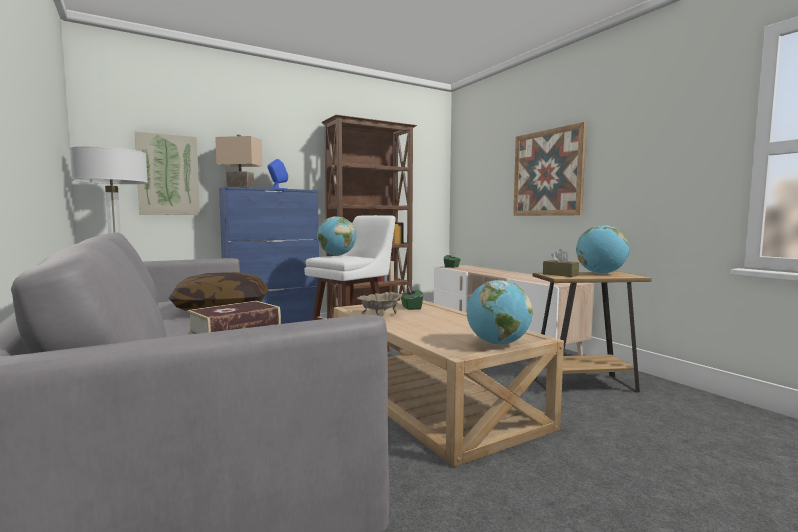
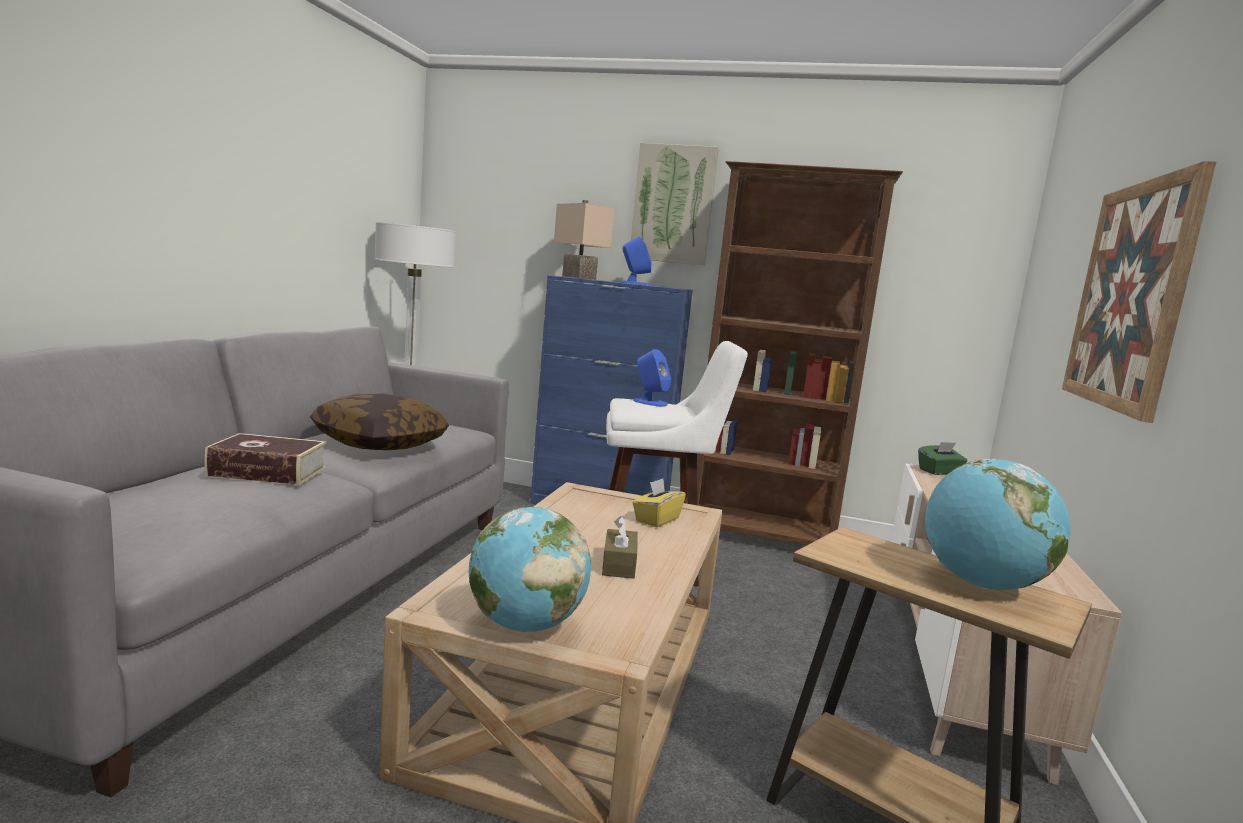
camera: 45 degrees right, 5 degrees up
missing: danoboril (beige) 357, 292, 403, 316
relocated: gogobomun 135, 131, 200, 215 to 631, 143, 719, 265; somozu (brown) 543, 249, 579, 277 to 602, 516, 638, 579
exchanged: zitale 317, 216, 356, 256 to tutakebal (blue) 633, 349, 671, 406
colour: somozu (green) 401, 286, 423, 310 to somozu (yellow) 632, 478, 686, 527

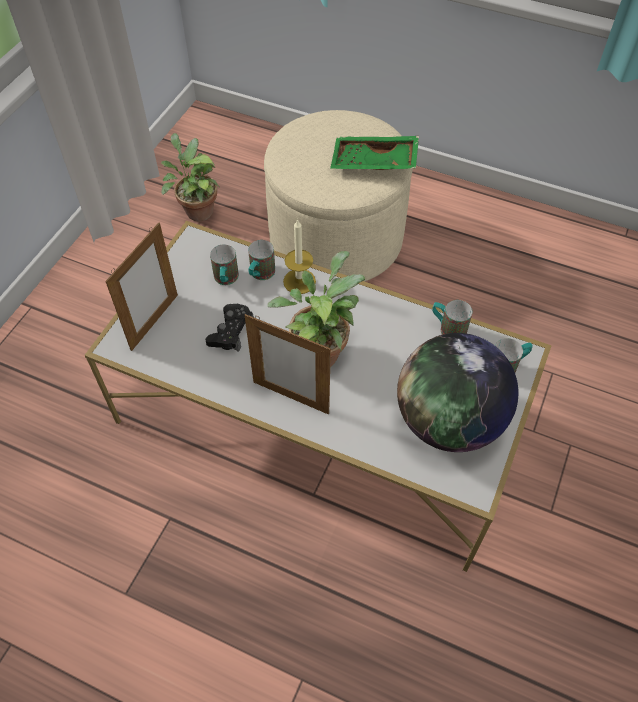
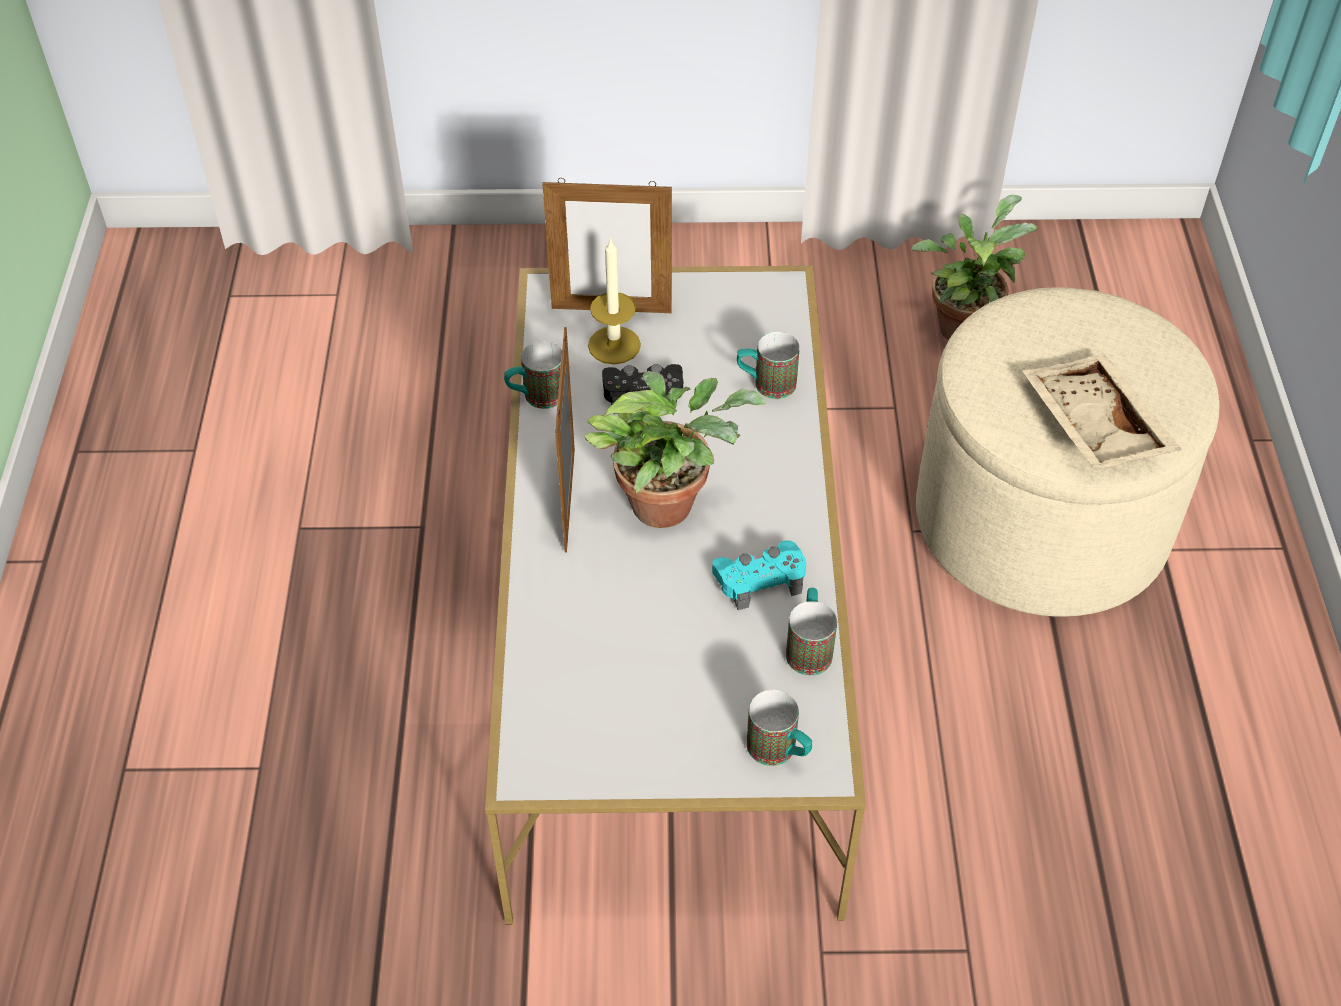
camera: 65 degrees right, 5 degrees down
missing: zitale 397, 333, 519, 452
appeared: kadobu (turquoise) 712, 540, 806, 610
relocated: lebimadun 283, 219, 316, 294 to 588, 237, 641, 364; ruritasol 210, 244, 239, 285 to 504, 341, 562, 409
colour: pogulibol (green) 330, 136, 419, 170 to pogulibol (beige) 1023, 354, 1182, 470

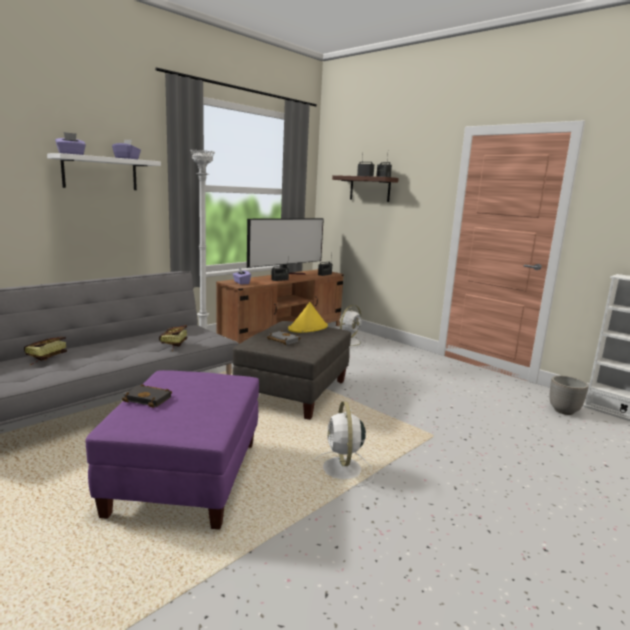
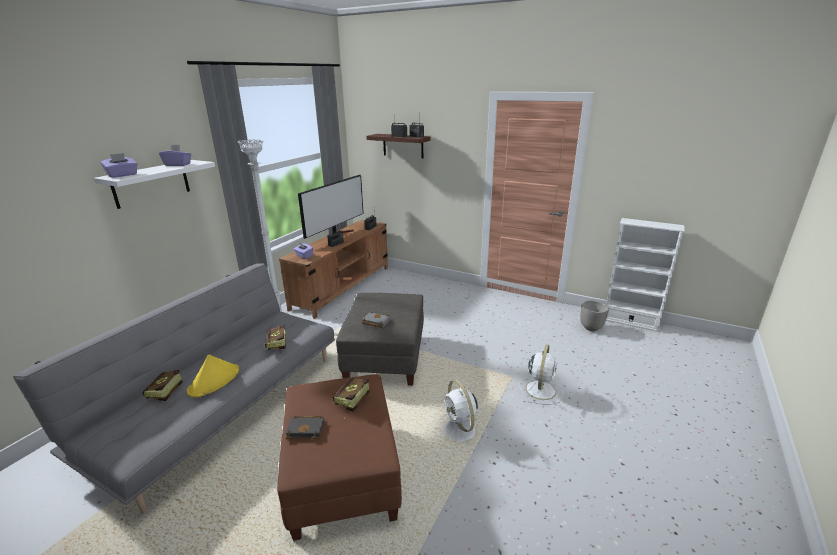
camera: 15 degrees left, 10 degrees up
appeared: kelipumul 332, 378, 370, 419
relocated: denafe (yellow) 288, 302, 328, 333 to 187, 355, 239, 397; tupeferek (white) 340, 305, 367, 347 to 519, 344, 563, 404
colour: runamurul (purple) 85, 370, 259, 530 to runamurul (brown) 277, 374, 402, 541

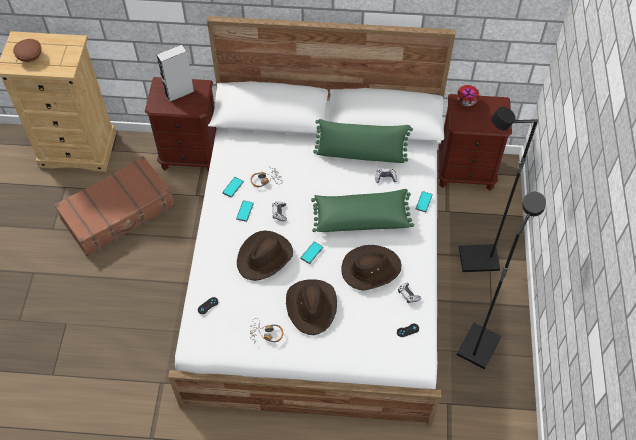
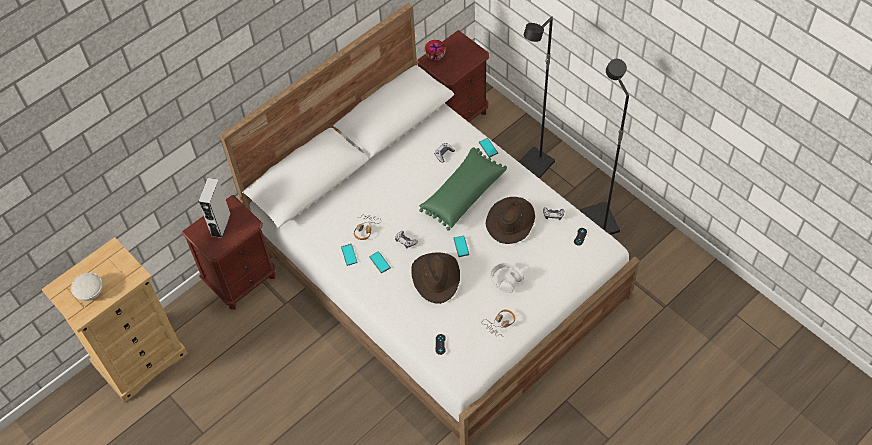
camera: 45 degrees left, 0 degrees up
missing: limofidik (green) 313, 119, 413, 163; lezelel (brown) 54, 156, 175, 256
exchanged: denafe (brown) 286, 279, 337, 335 to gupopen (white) 490, 263, 524, 293
colour: danoboril (brown) 13, 39, 42, 62 to danoboril (white) 71, 273, 103, 301

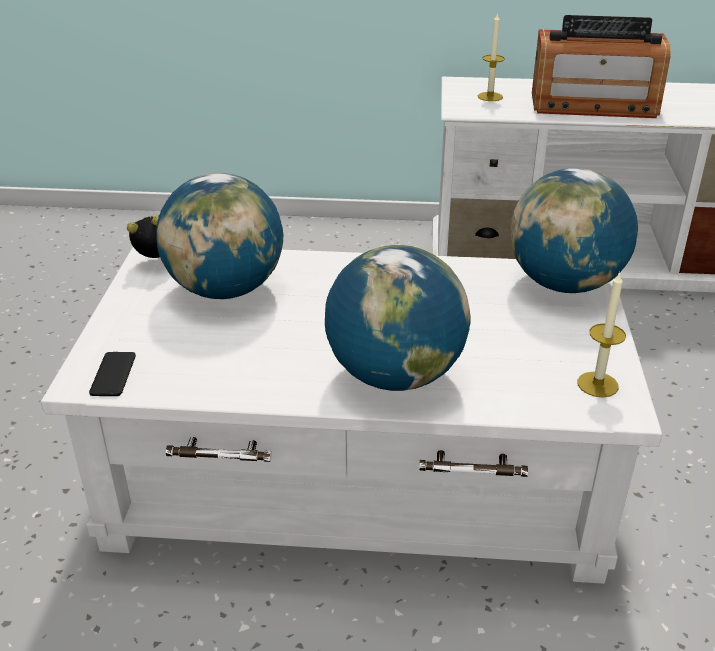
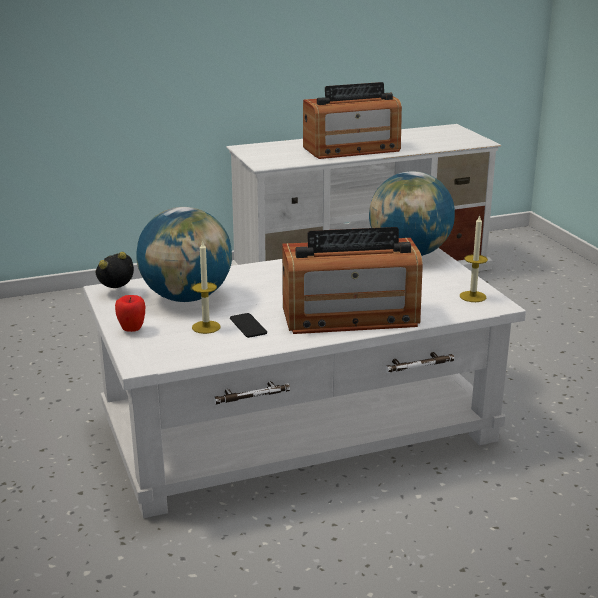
camera: 25 degrees left, 10 degrees down
appeared: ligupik 115, 295, 145, 332
relocated: lebimadun 478, 12, 505, 101 to 192, 240, 220, 334; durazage 89, 352, 136, 396 to 230, 313, 267, 338
exchanged: zitale 325, 245, 470, 391 to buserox 282, 227, 423, 334

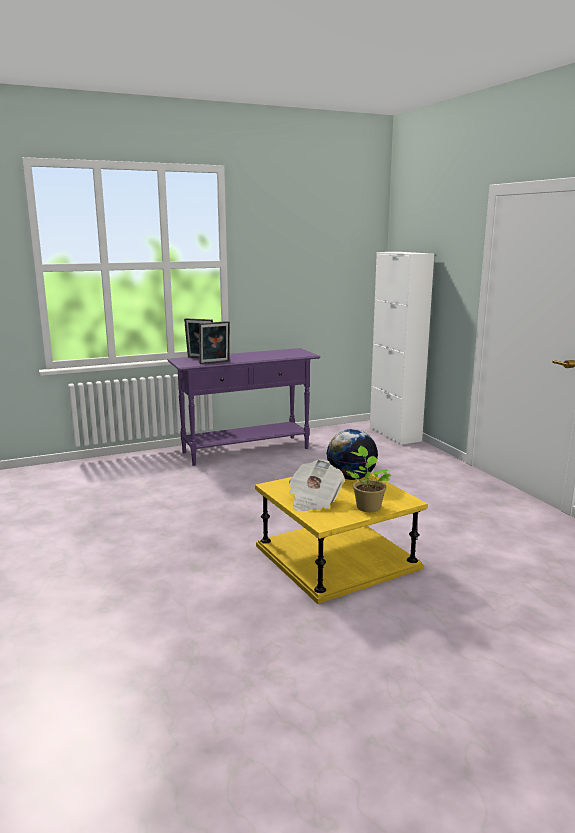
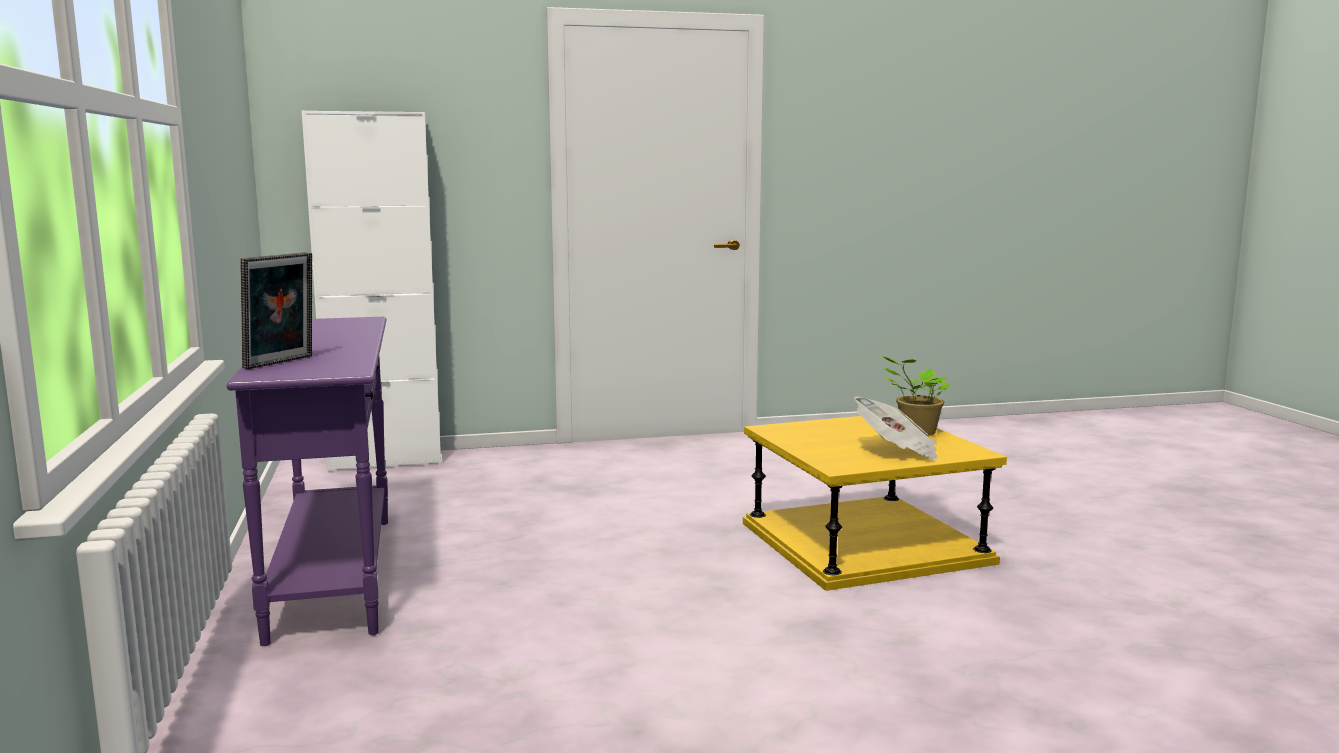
camera: 80 degrees left, 5 degrees down
missing: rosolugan 199, 321, 230, 364; zitale 327, 429, 378, 480

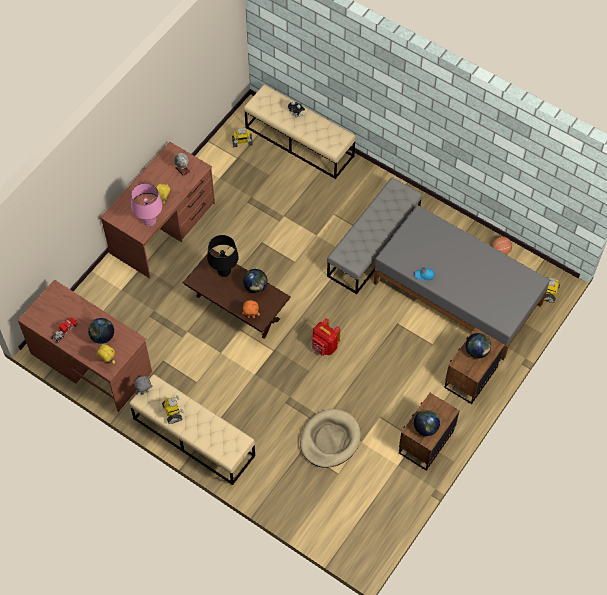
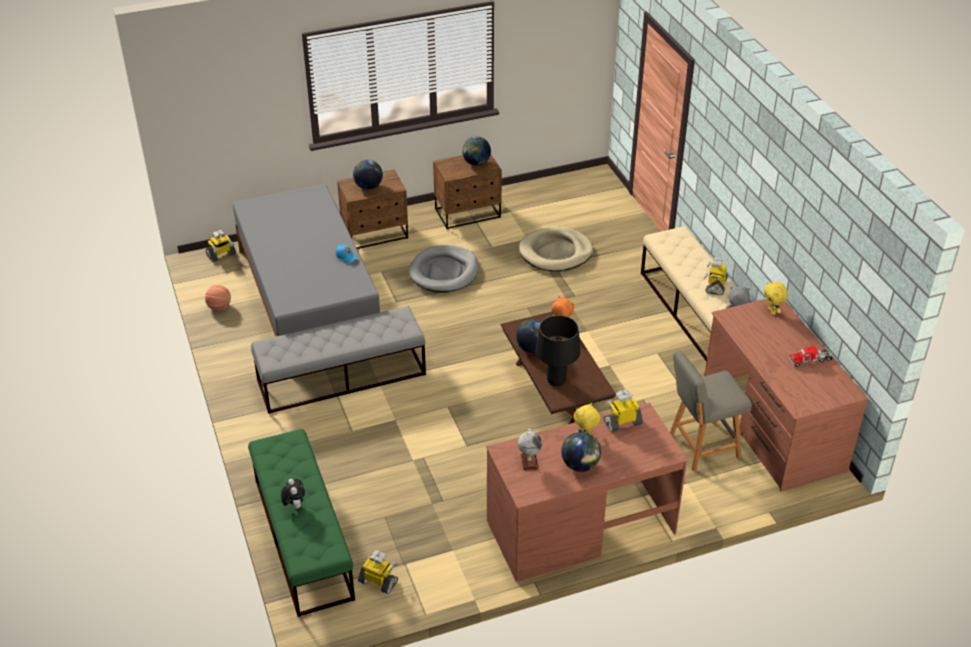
camera: 145 degrees left, 20 degrees down
missing: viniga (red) 312, 318, 341, 356
appeared: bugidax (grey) 409, 245, 478, 293; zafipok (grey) 670, 351, 752, 471
relocated: zitale 88, 318, 114, 344 to 561, 432, 601, 472
exchanged: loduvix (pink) 131, 183, 163, 227 to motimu 604, 390, 643, 432
colour: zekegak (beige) 244, 85, 356, 179 to zekegak (green) 248, 429, 355, 617

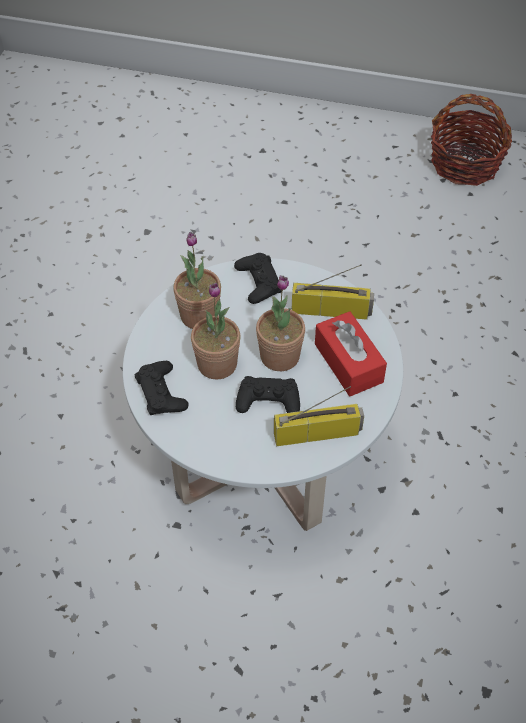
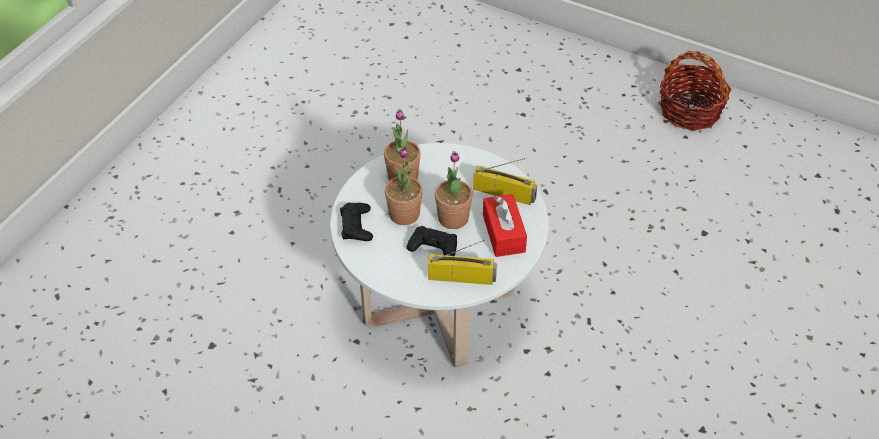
camera: 15 degrees right, 5 degrees down
missing: kadobu (black) 234, 253, 282, 304

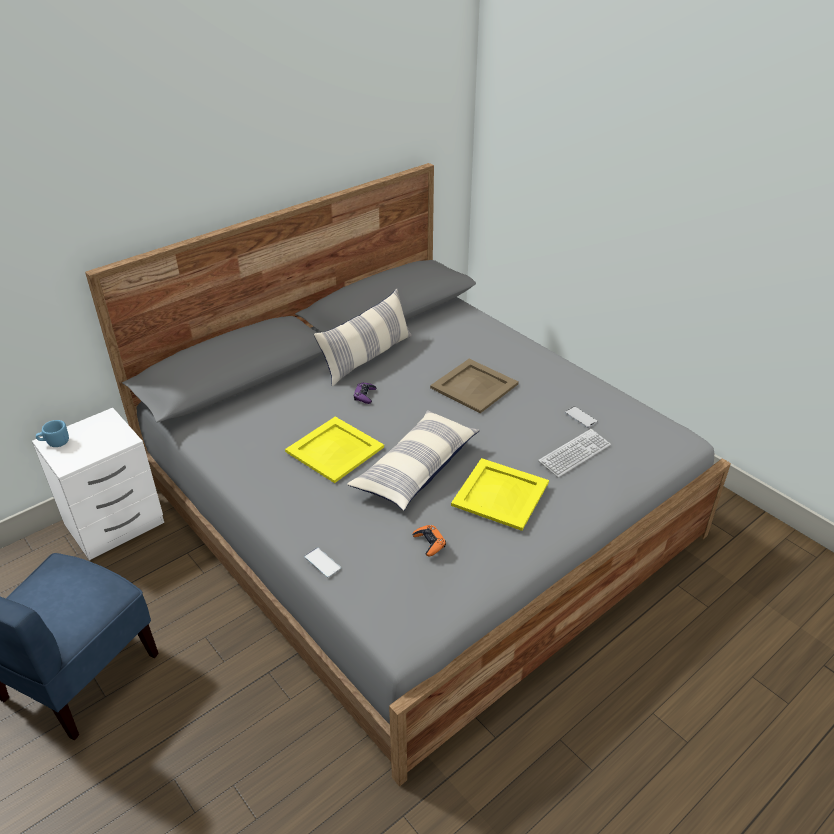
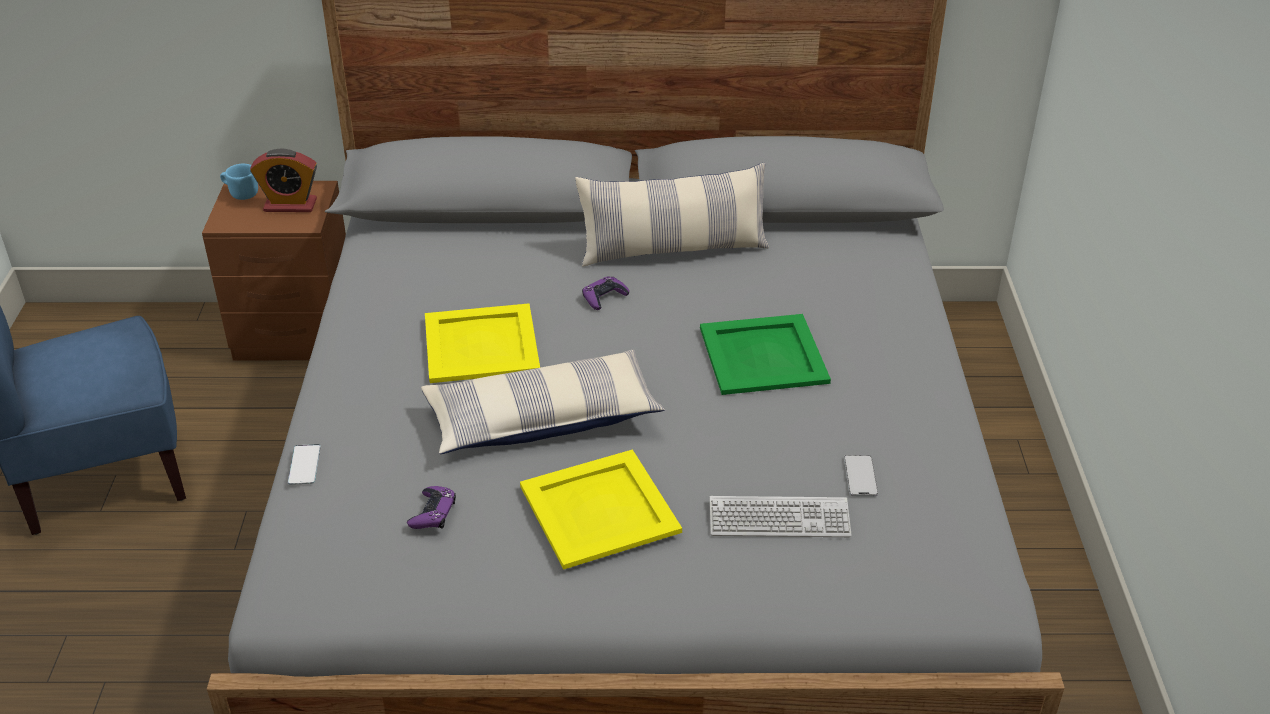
camera: 40 degrees right, 0 degrees up
appeared: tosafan 250, 148, 317, 212
colour: pogulibol (beige) 430, 359, 519, 413 to pogulibol (green) 700, 314, 831, 395; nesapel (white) 32, 408, 164, 560 to nesapel (brown) 202, 181, 346, 360; kadobu (orange) 412, 525, 446, 556 to kadobu (purple) 407, 486, 456, 529

